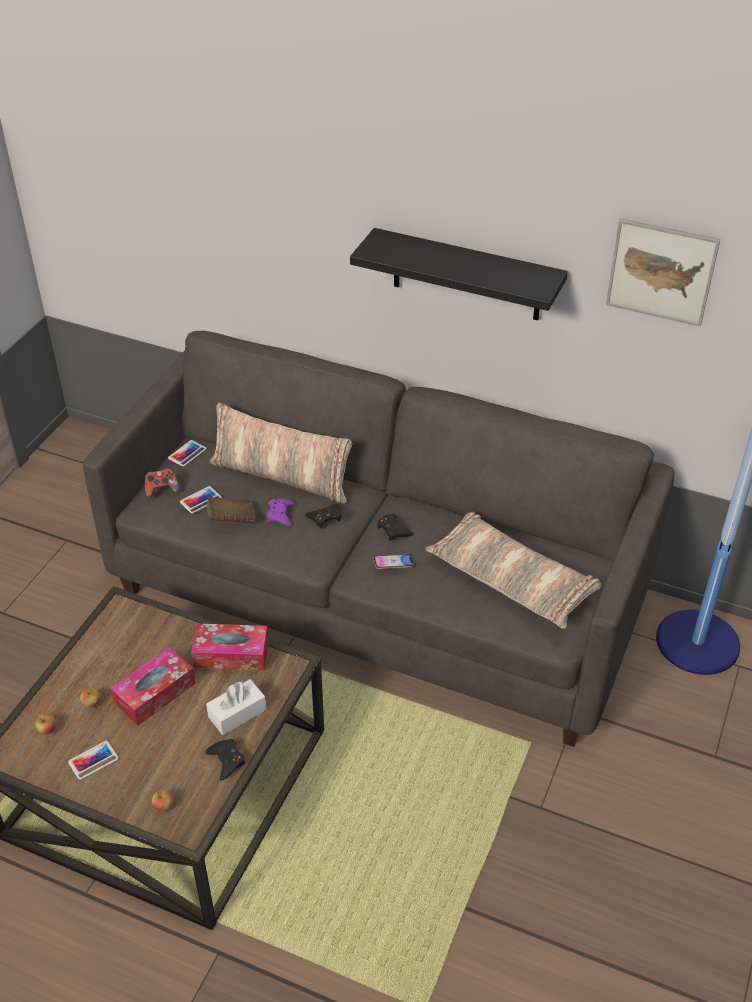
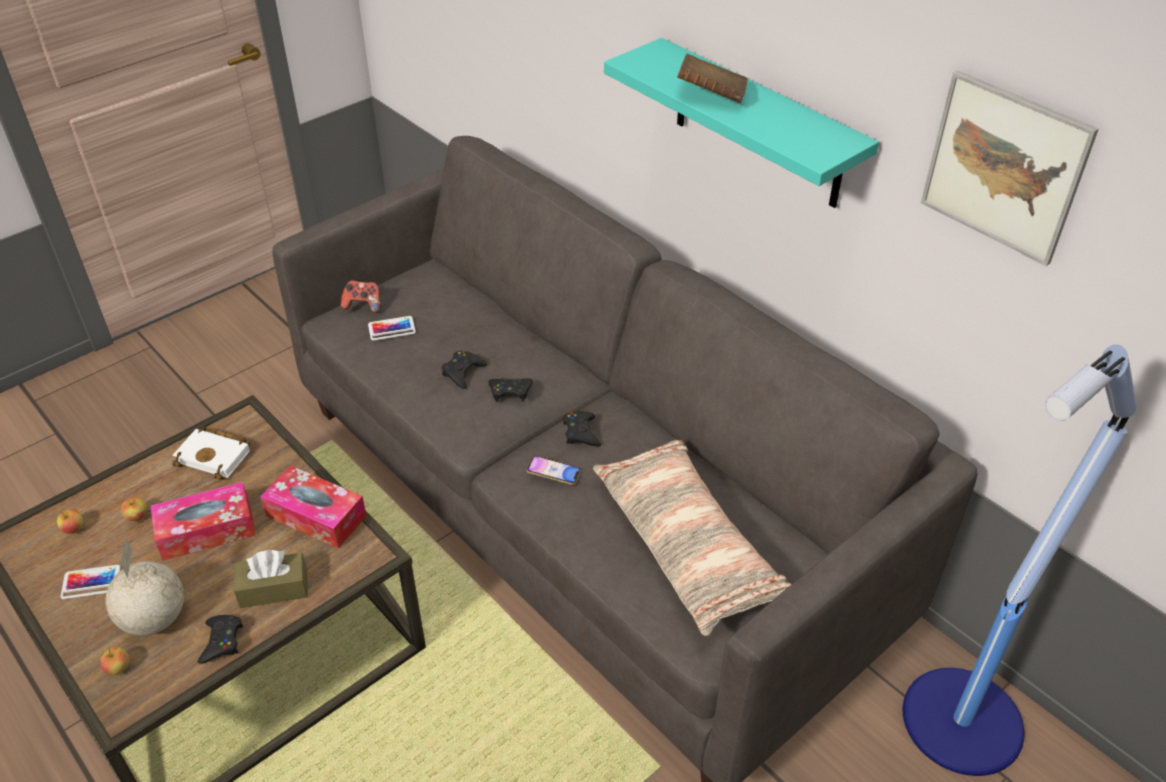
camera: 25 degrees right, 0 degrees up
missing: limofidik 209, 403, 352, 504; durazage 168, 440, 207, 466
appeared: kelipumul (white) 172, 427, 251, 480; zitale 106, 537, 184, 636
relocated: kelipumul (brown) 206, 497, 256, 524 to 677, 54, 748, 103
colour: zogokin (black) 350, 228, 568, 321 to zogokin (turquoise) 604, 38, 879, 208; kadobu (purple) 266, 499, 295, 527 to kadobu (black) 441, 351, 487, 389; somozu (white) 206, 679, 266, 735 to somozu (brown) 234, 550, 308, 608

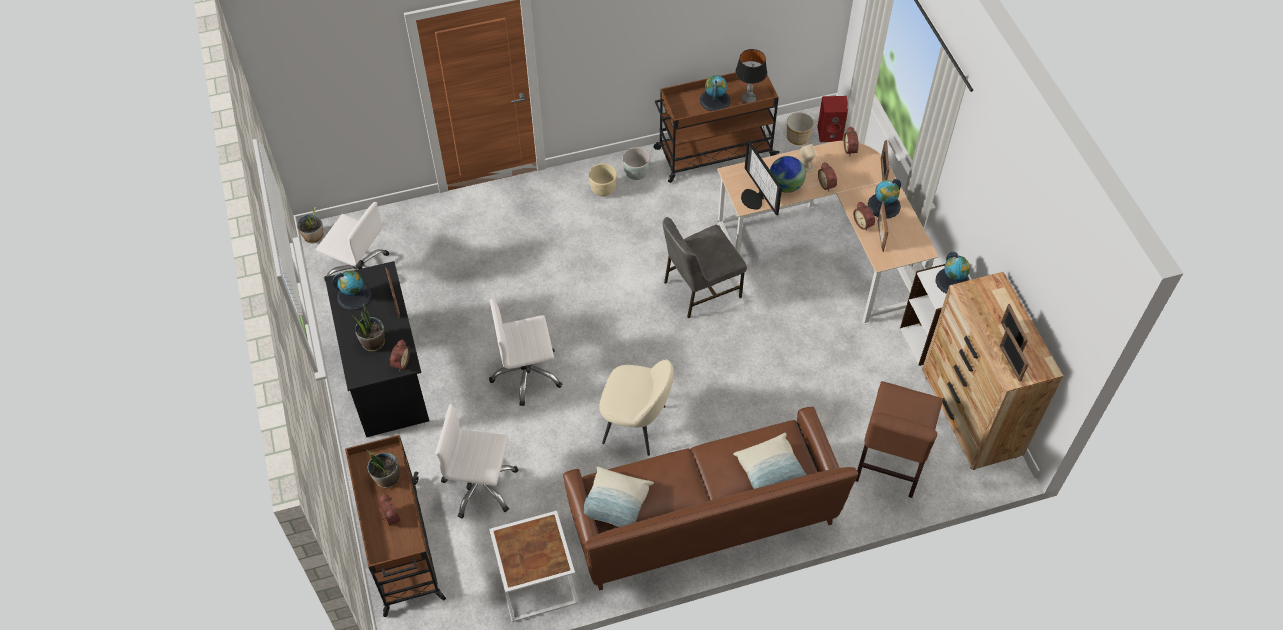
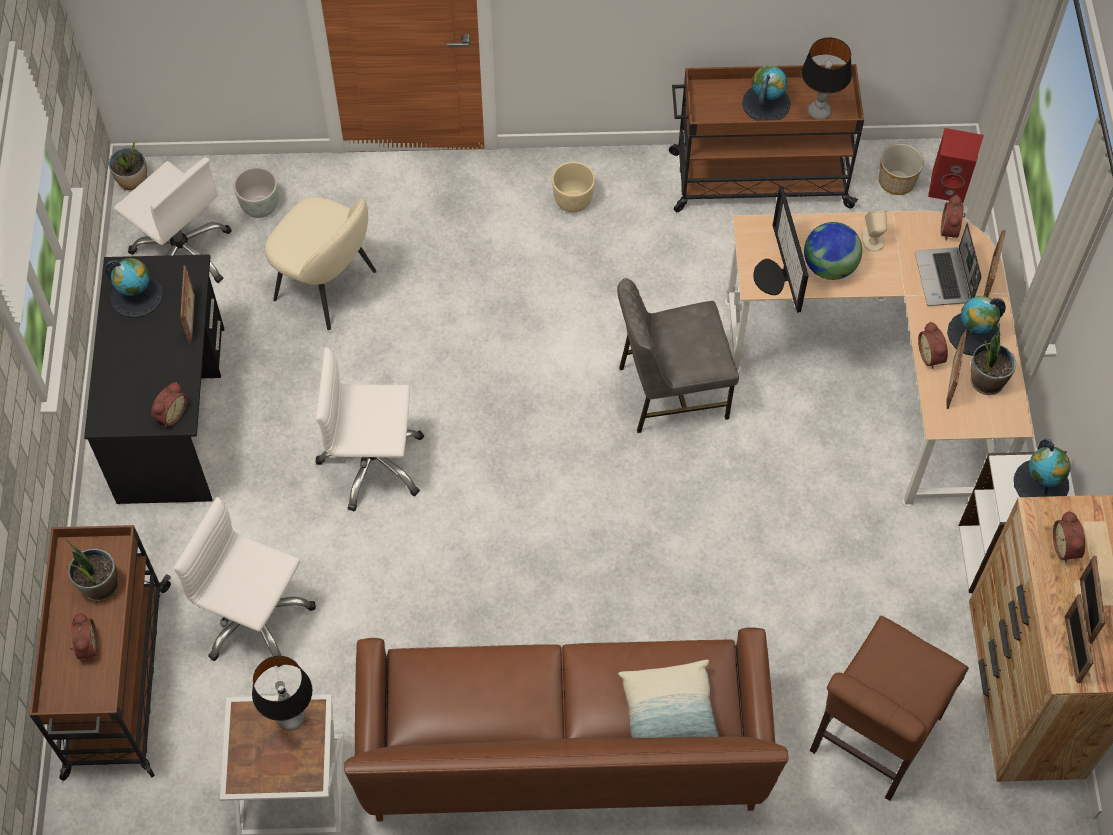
camera: 15 degrees right, 5 degrees up
missing: limofidik 578, 466, 654, 527
appeared: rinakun 915, 222, 982, 306; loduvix 252, 656, 312, 731
relocated: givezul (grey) 622, 147, 650, 180 to 234, 167, 278, 218; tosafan 818, 162, 837, 191 to 1053, 511, 1085, 563; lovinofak 353, 304, 385, 352 to 970, 323, 1016, 395; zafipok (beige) 599, 359, 673, 456 to 265, 197, 376, 330

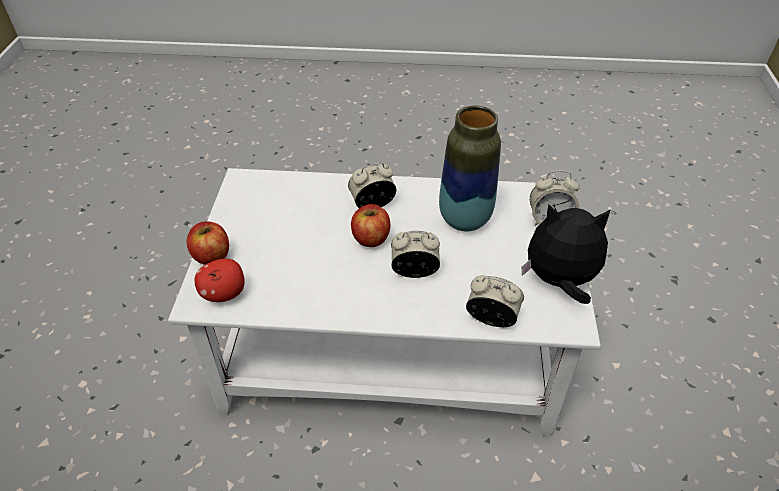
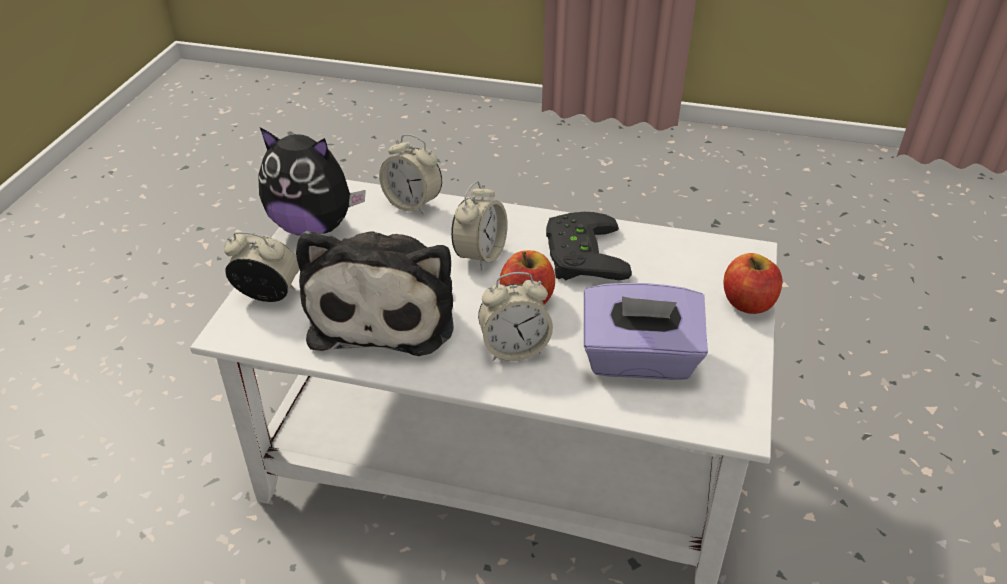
camera: 170 degrees left, 5 degrees down
missing: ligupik 194, 259, 245, 302
appeared: kadobu (black) 546, 212, 632, 281; somozu (purple) 584, 283, 708, 380
exchanged: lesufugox 439, 106, 501, 231 to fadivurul 296, 230, 454, 356
spun: tosafan 391, 231, 440, 278 = 451, 181, 508, 270 75 degrees counterclockwise

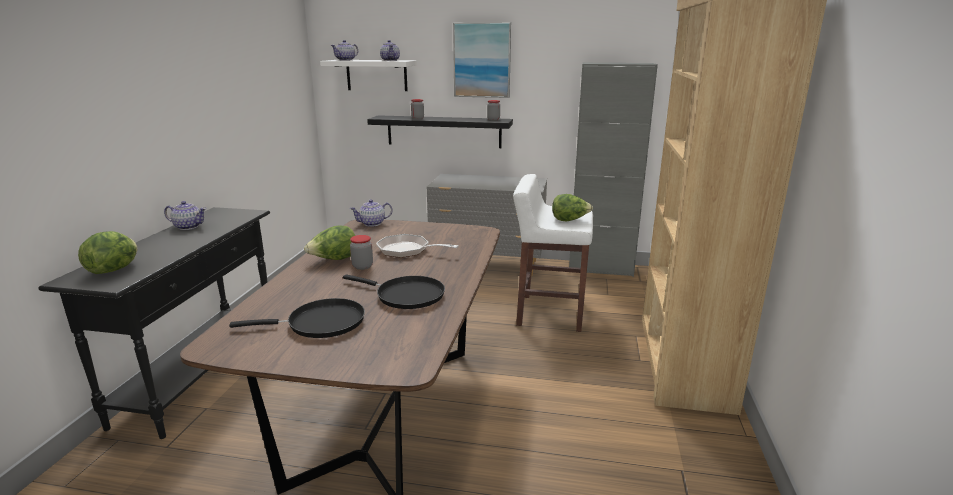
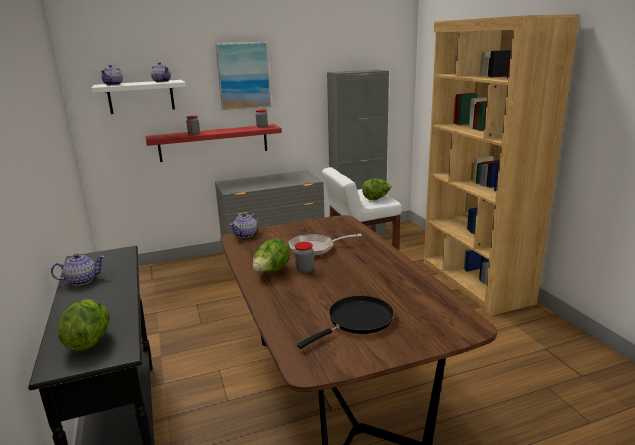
camera: 30 degrees left, 0 degrees up
missing: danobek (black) 343, 274, 445, 309
colour: zogokin (black) 367, 115, 513, 148 to zogokin (red) 145, 124, 282, 162

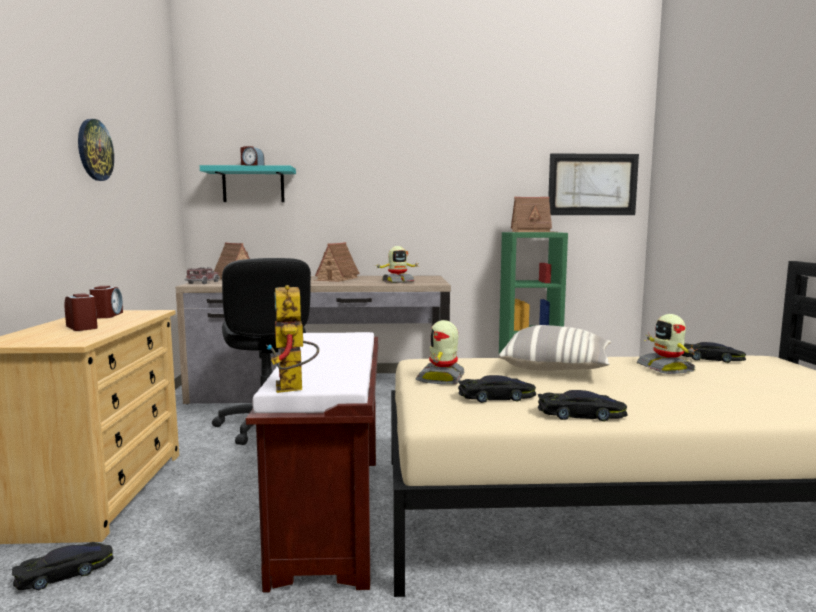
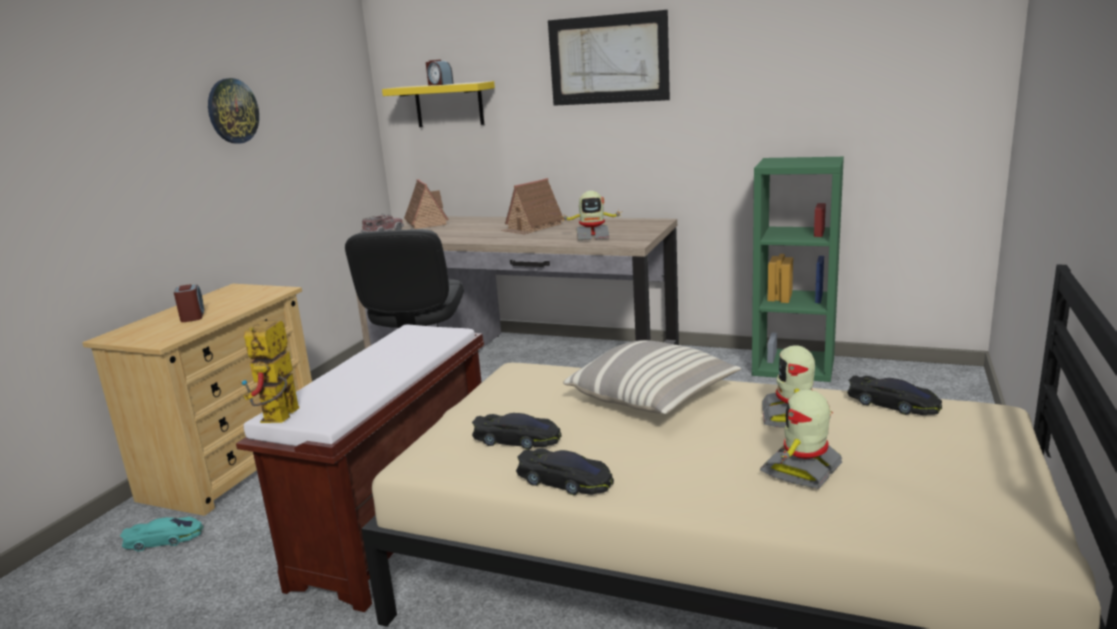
camera: 25 degrees right, 10 degrees up
missing: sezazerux 511, 197, 552, 232; tosafan 90, 286, 123, 318
relocated: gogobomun 548, 154, 639, 215 to 548, 10, 670, 106; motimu 415, 320, 465, 384 to 760, 389, 842, 489
colour: zogokin (turquoise) 200, 165, 296, 202 to zogokin (yellow) 382, 81, 495, 127; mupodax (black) 12, 542, 114, 590 to mupodax (turquoise) 120, 517, 203, 552

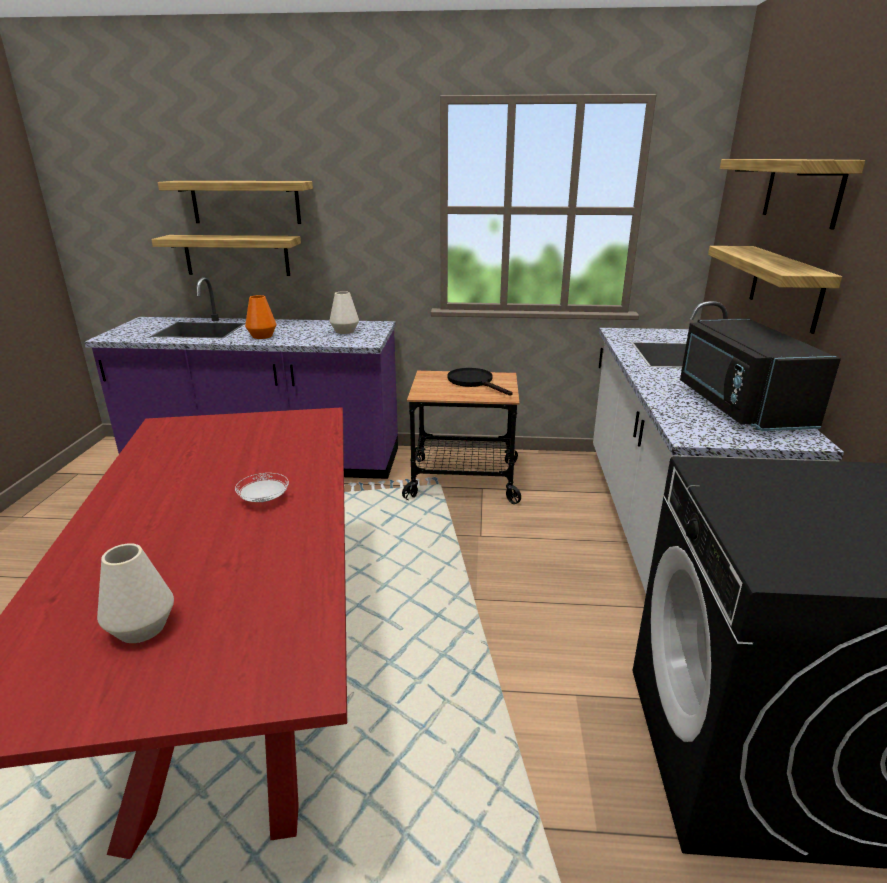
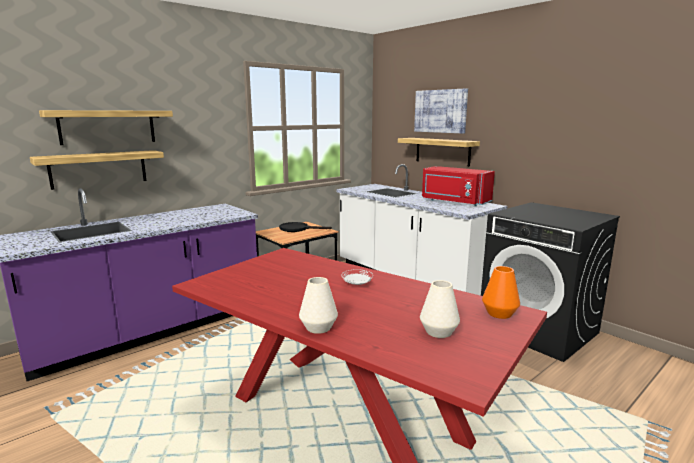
camera: 45 degrees left, 10 degrees down
relocated: lesufugox (white) 329, 291, 359, 334 to 299, 277, 338, 334; lesufugox (orange) 245, 295, 276, 339 to 482, 266, 520, 319
exchanged: zogokin 720, 159, 865, 230 to gogobomun 414, 88, 468, 134
colour: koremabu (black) 680, 318, 841, 431 to koremabu (red) 422, 166, 495, 206

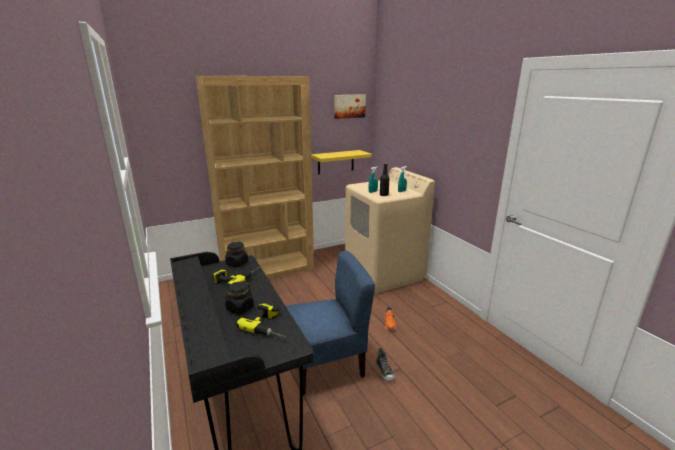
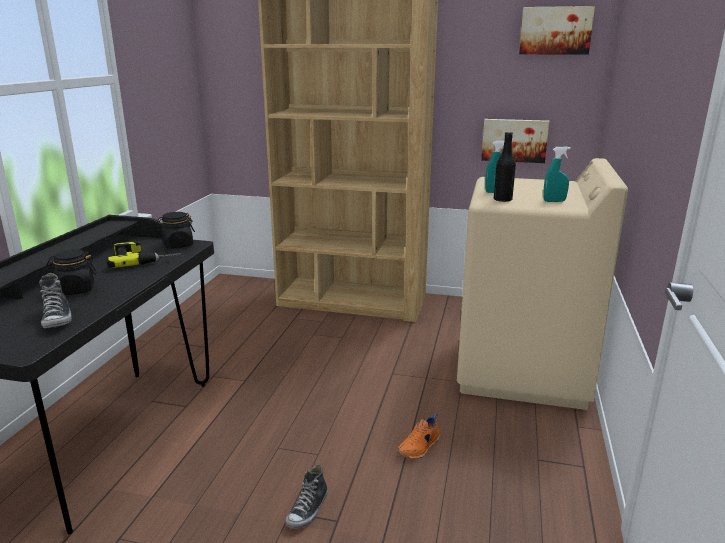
camera: 40 degrees right, 0 degrees up
missing: zafipok (blue) 286, 251, 375, 395
exchanged: zogokin (yellow) 311, 150, 372, 174 to gogobomun 481, 119, 550, 163; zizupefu 236, 303, 287, 338 to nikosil 40, 273, 72, 328

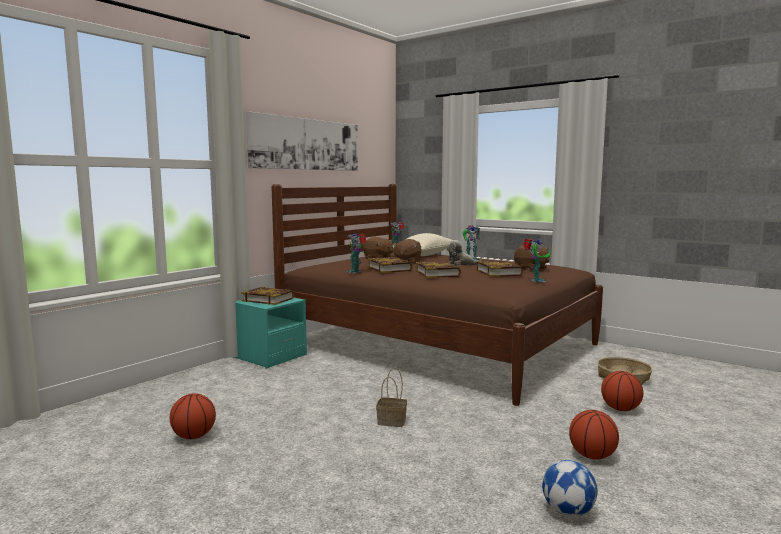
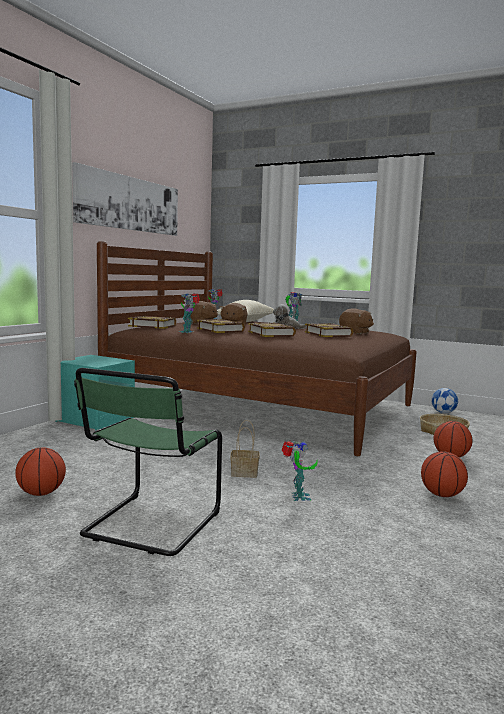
camera: 10 degrees left, 0 degrees up
appeared: zafipok (green) 74, 368, 222, 556
relocated: motimu 523, 238, 550, 282 to 281, 441, 318, 501; kelipumul 241, 287, 294, 305 to 128, 316, 176, 329; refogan 542, 460, 598, 516 to 431, 388, 458, 413

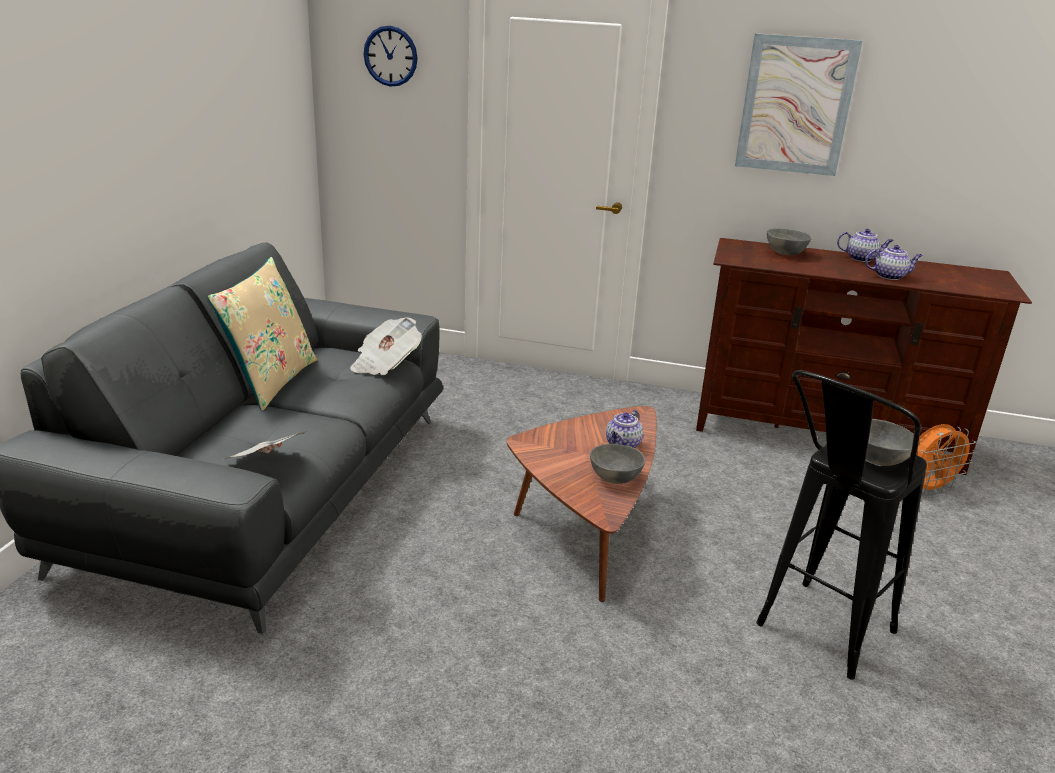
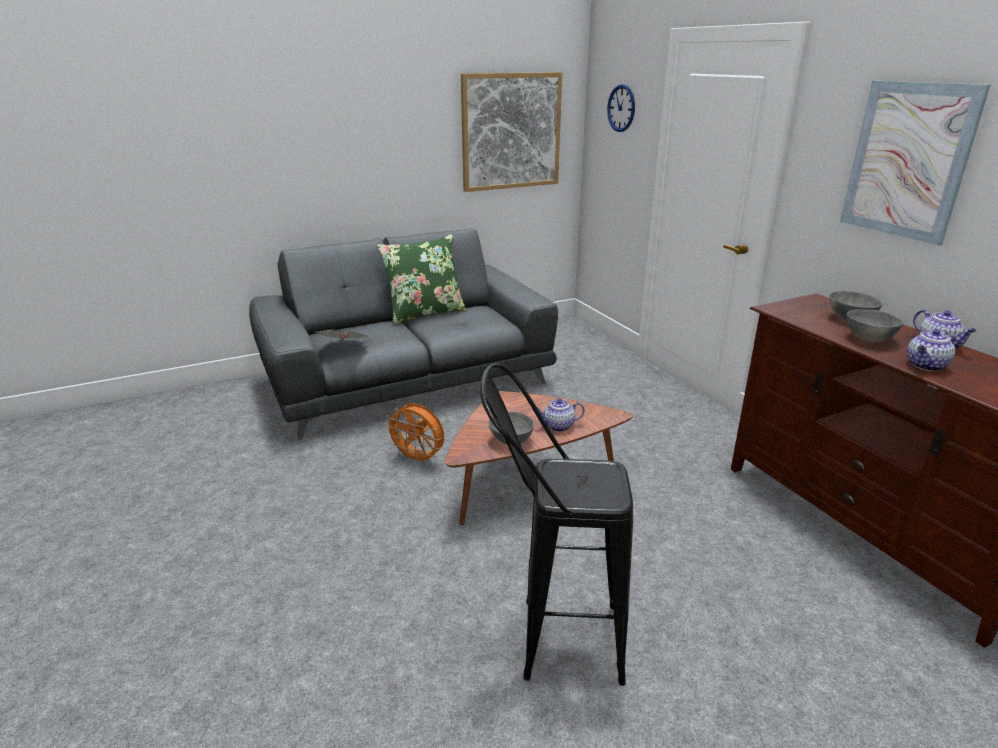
camera: 50 degrees right, 0 degrees up
missing: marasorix 350, 317, 422, 376
appeared: gogobomun 461, 72, 562, 192
relocated: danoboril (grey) 866, 419, 919, 466 to 847, 309, 903, 342; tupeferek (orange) 916, 424, 976, 496 to 384, 403, 444, 465
colour: limofidik (beige) 207, 257, 317, 411 to limofidik (green) 377, 234, 466, 324
spun: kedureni 865, 245, 923, 280 = 907, 329, 955, 371 90 degrees clockwise

